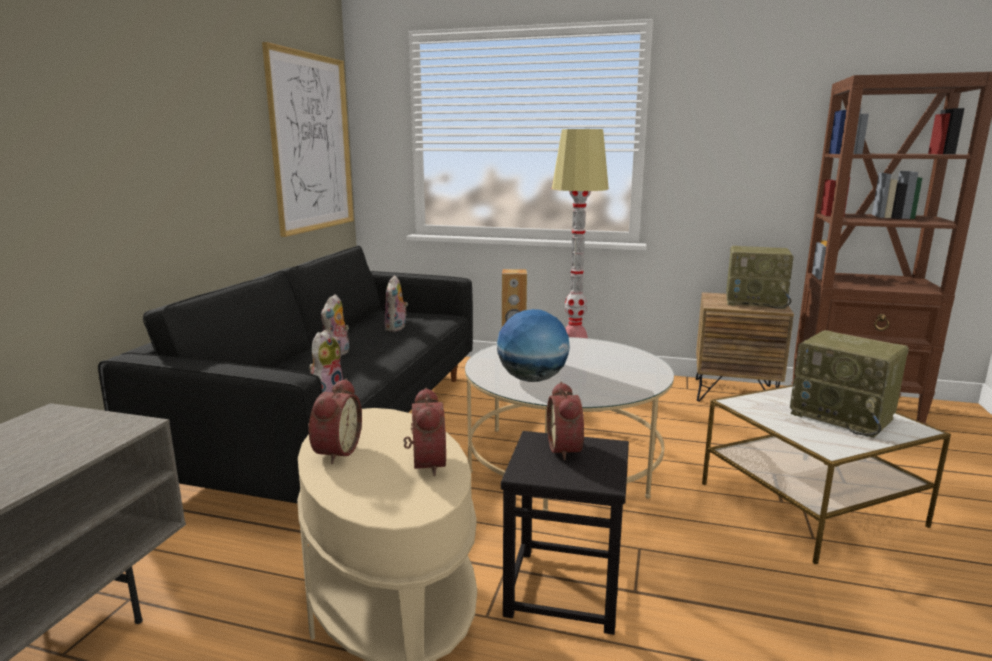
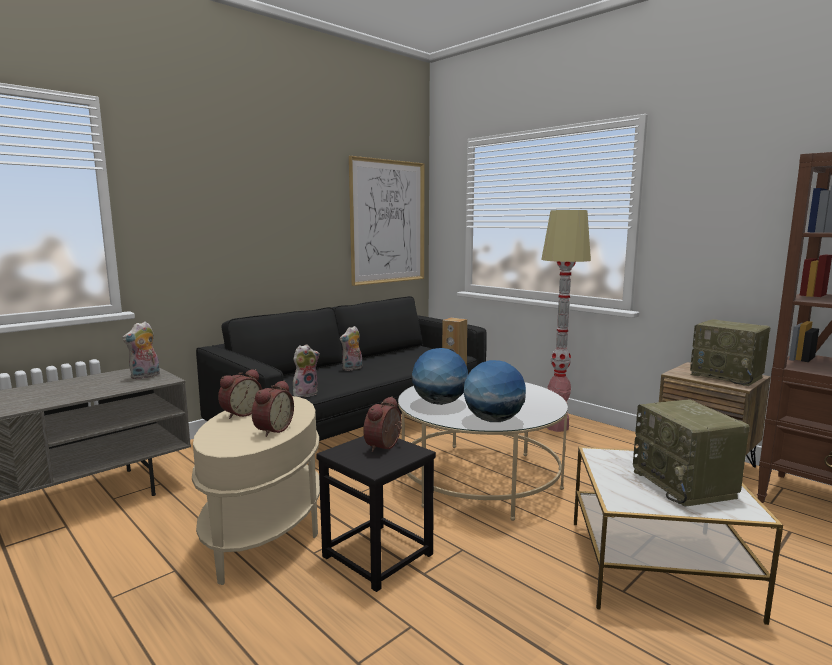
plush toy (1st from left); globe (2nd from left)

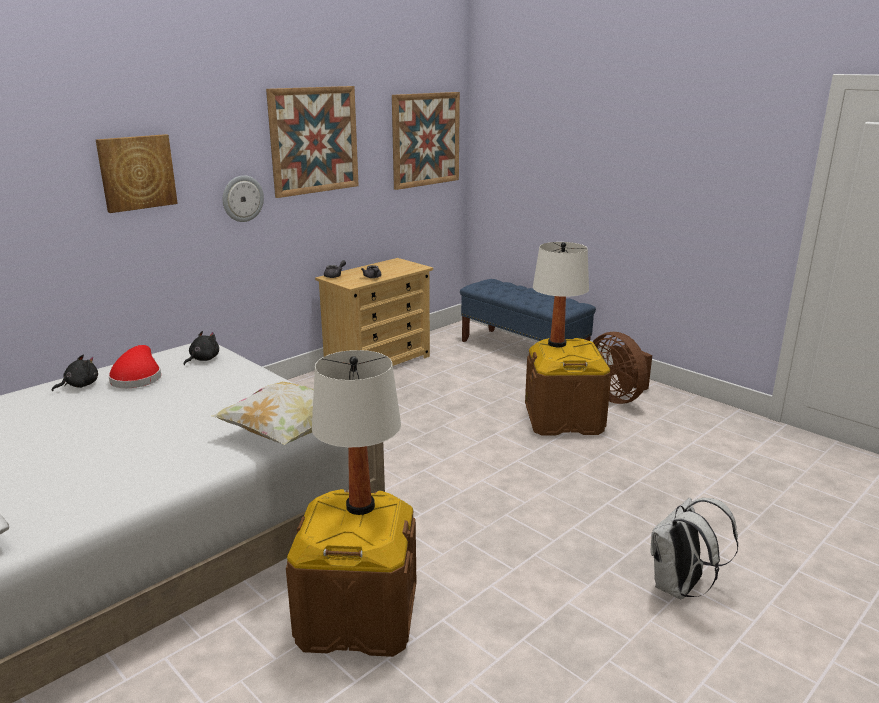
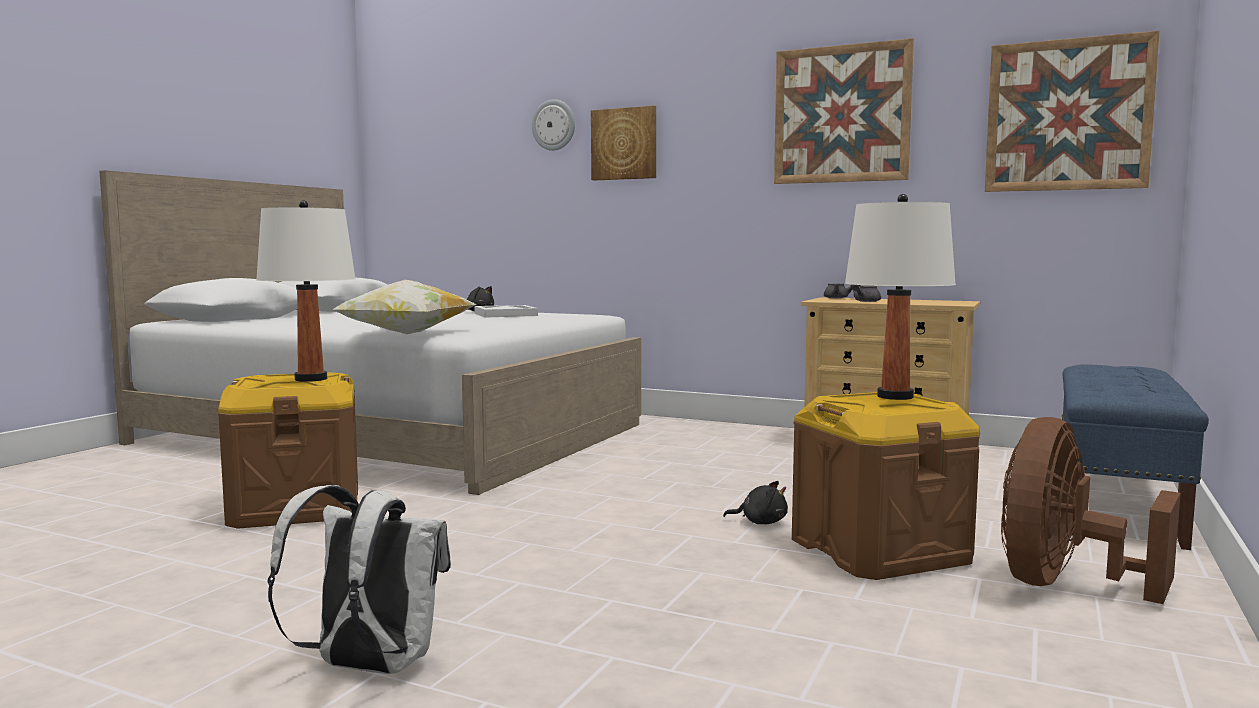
wall clock; plush toy (black) (2nd from left); tray (white)

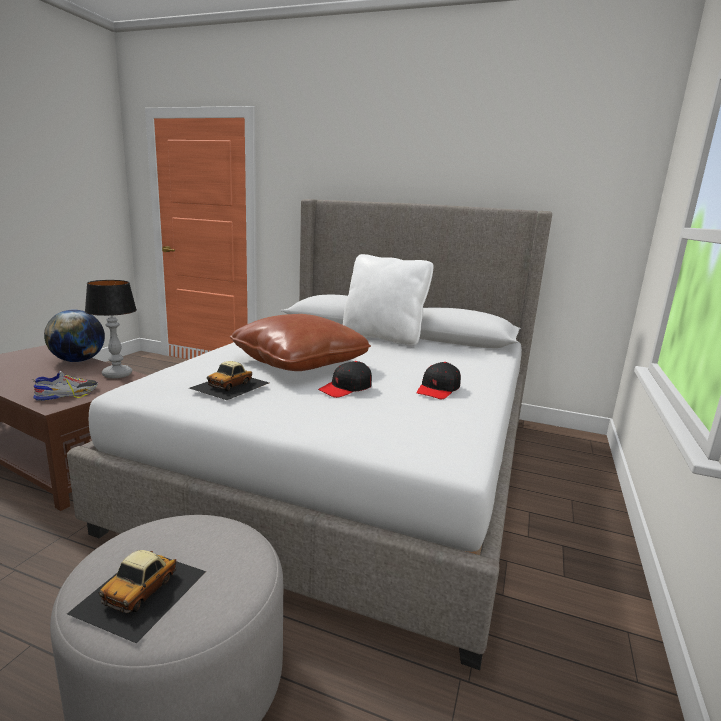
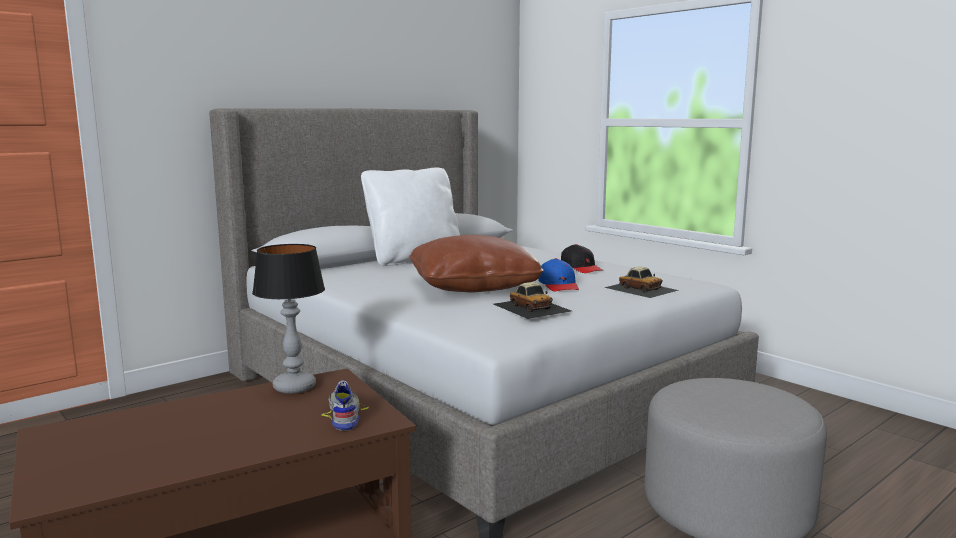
globe; cap (blue); toy car (2nd from left)

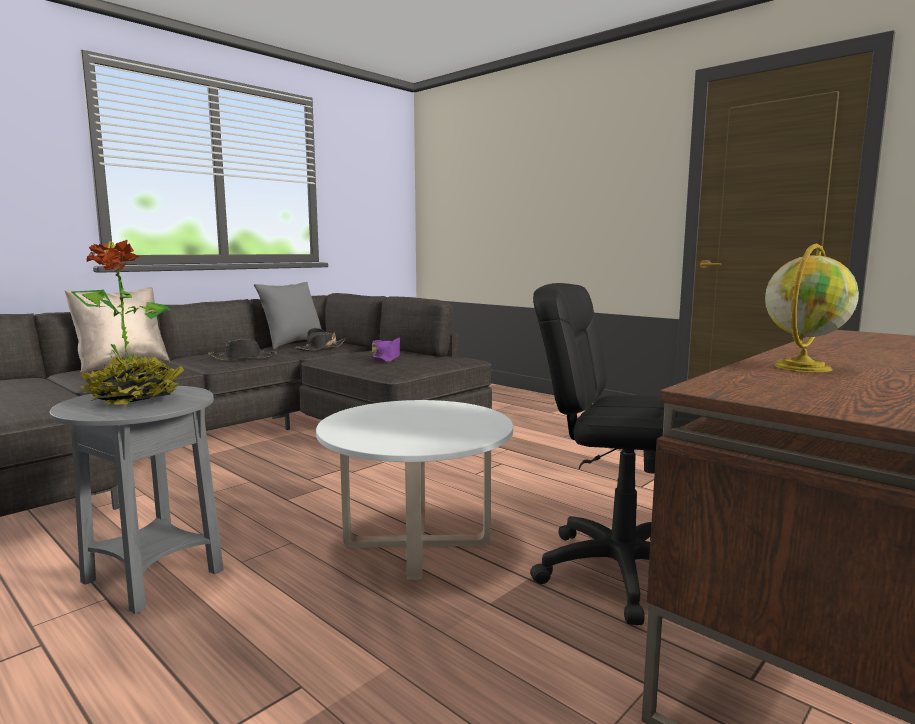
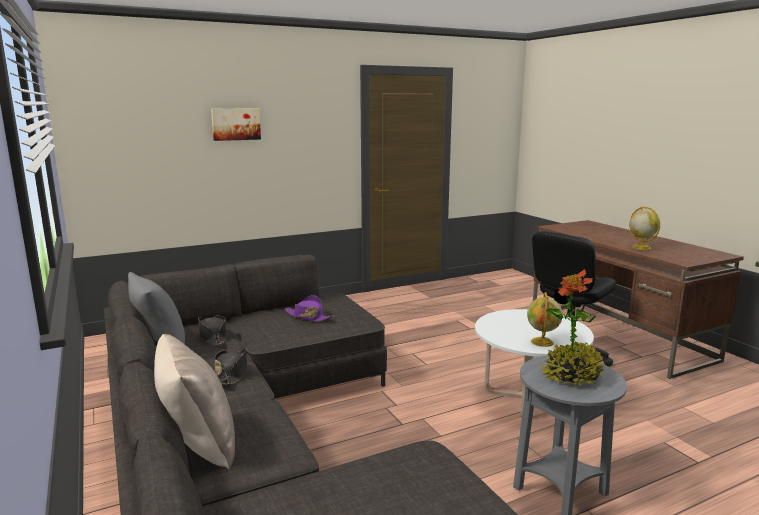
picture; globe (1st from left)

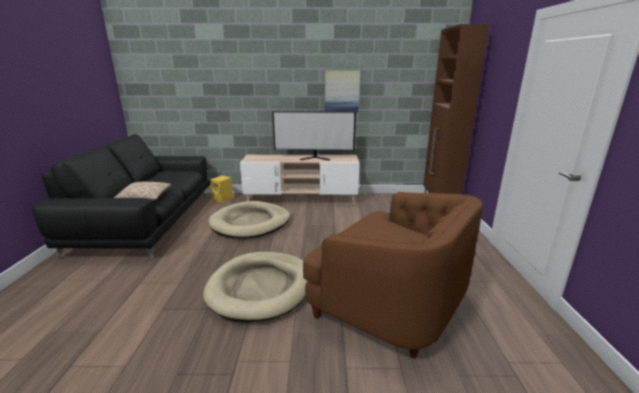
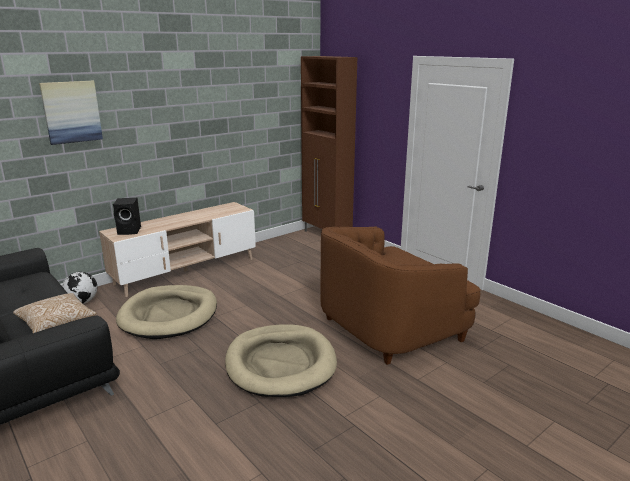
picture; television; globe; armchair (brown); speaker (black)

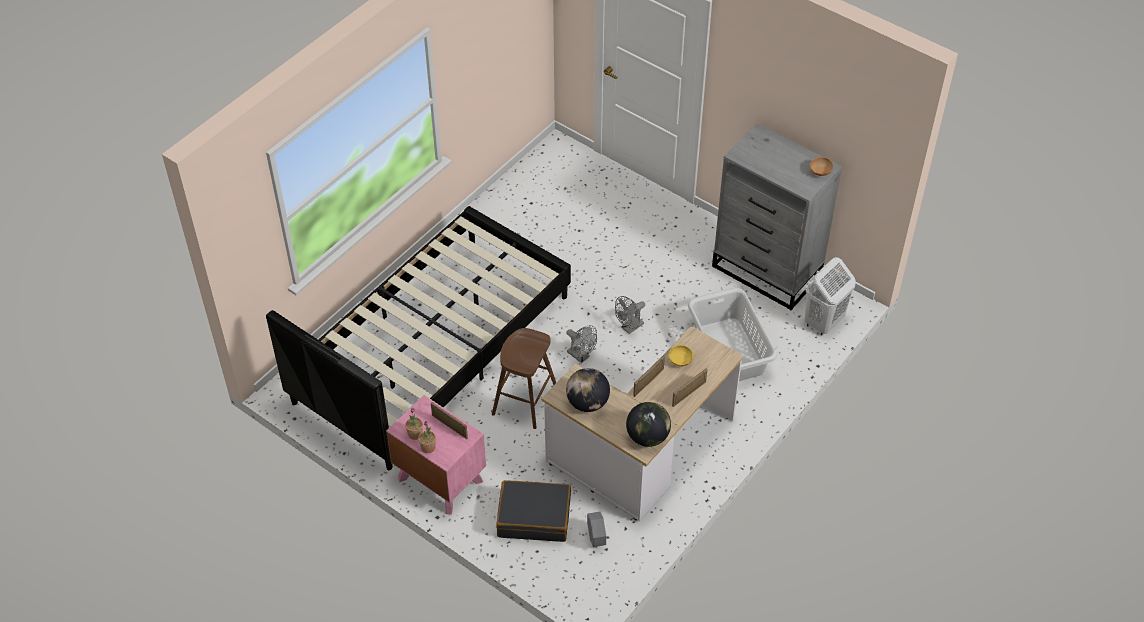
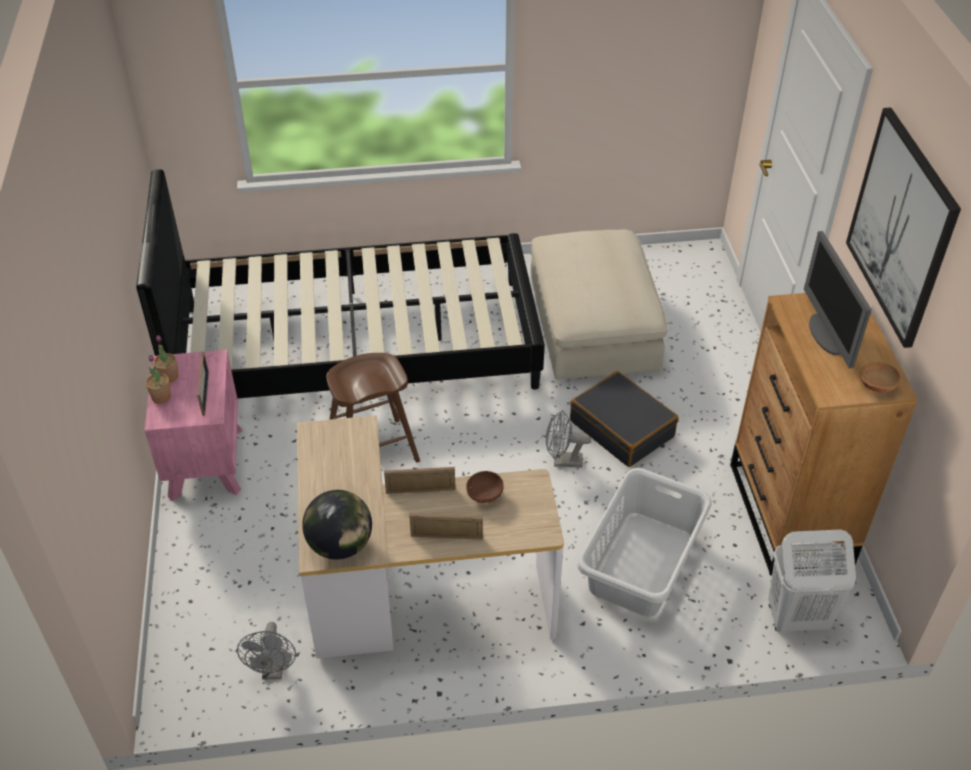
dresser (brown); fan (grey) (1st from left); bowl (brown) (1st from left); globe (1st from left in the first image); suitcase (black); planter (grey); picture; ottoman (beige); monitor

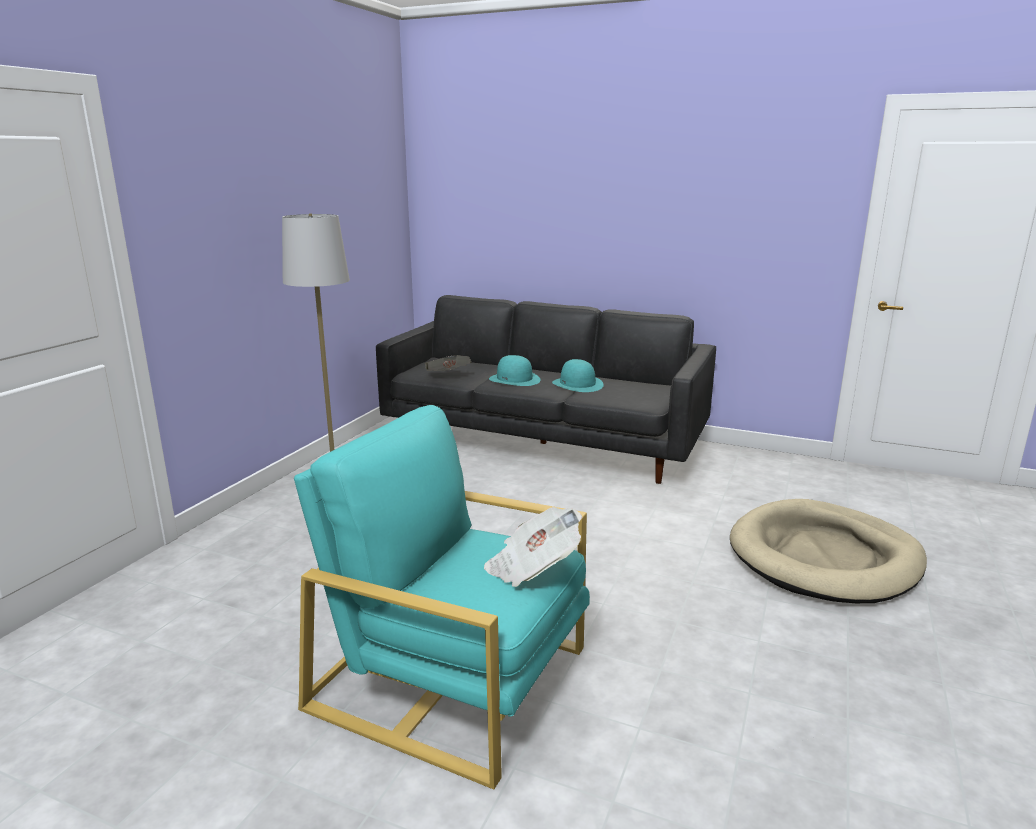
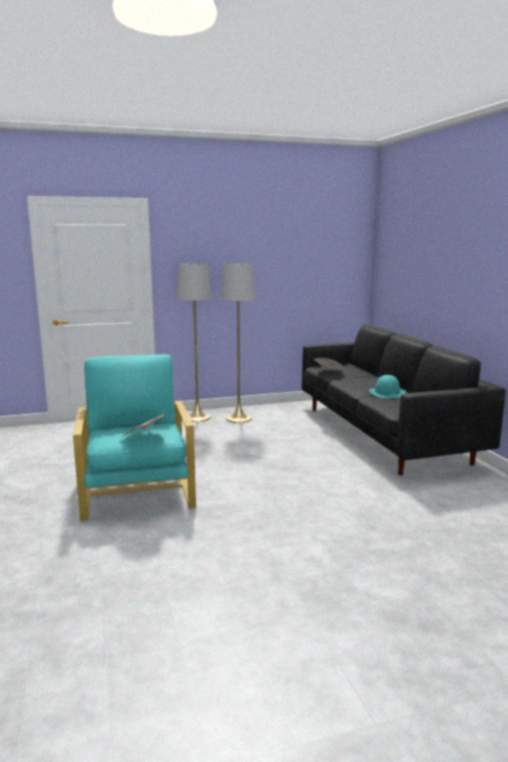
hat (turquoise) (1st from left in the first image); dog bed (beige); floor lamp (grey) (1st from left)

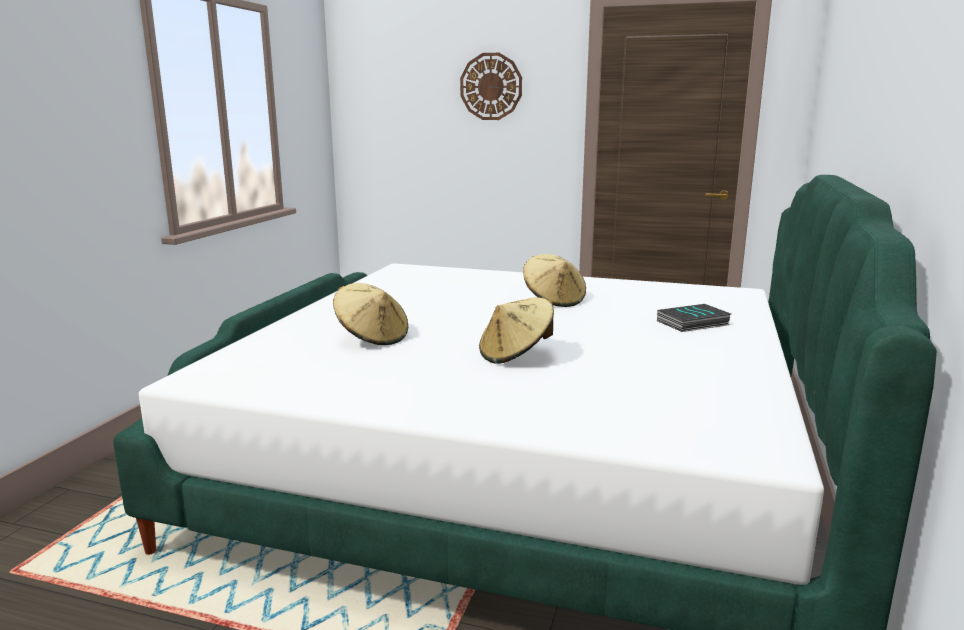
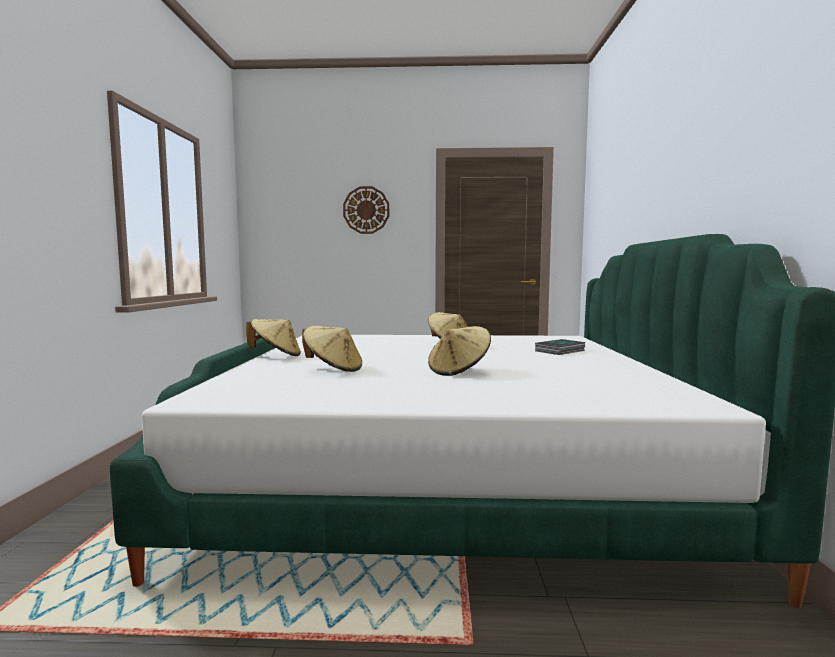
hat (beige) (1st from left)

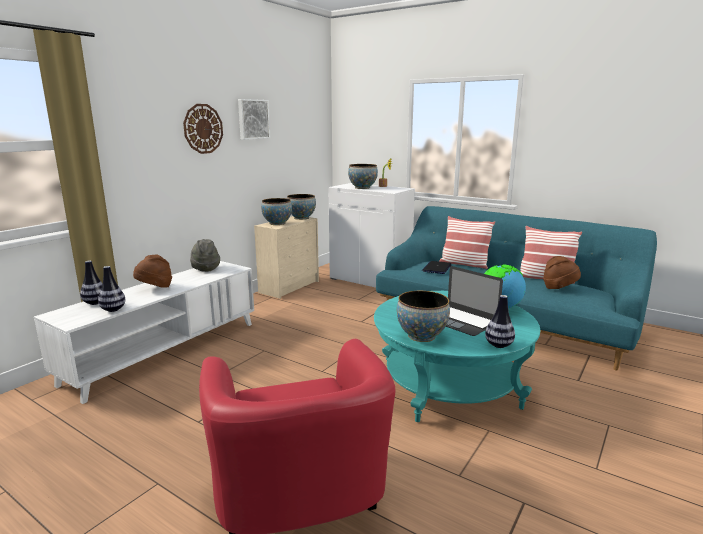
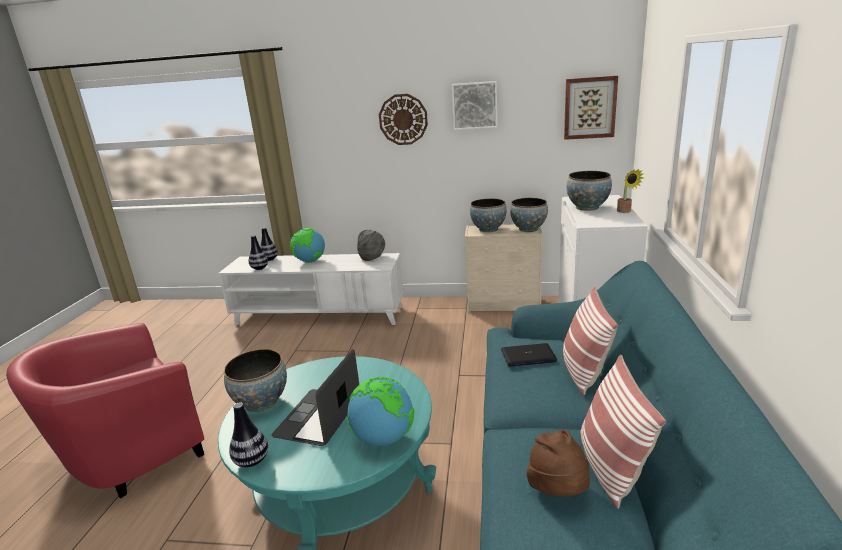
globe (1st from left); picture (2nd from left)

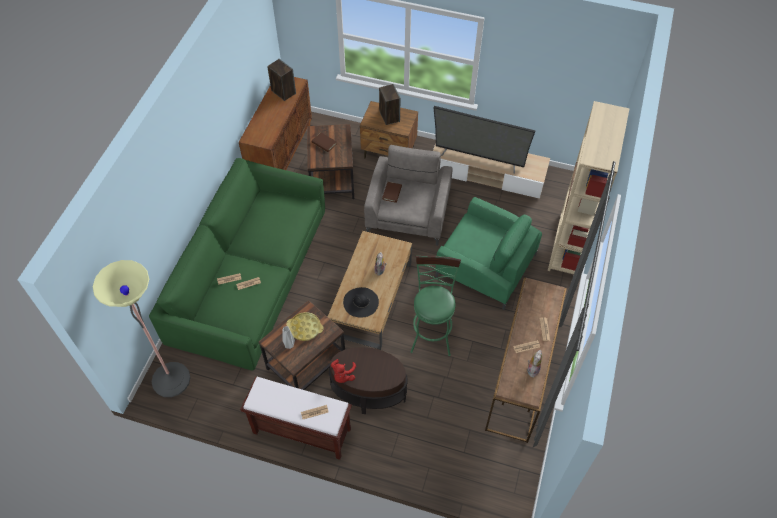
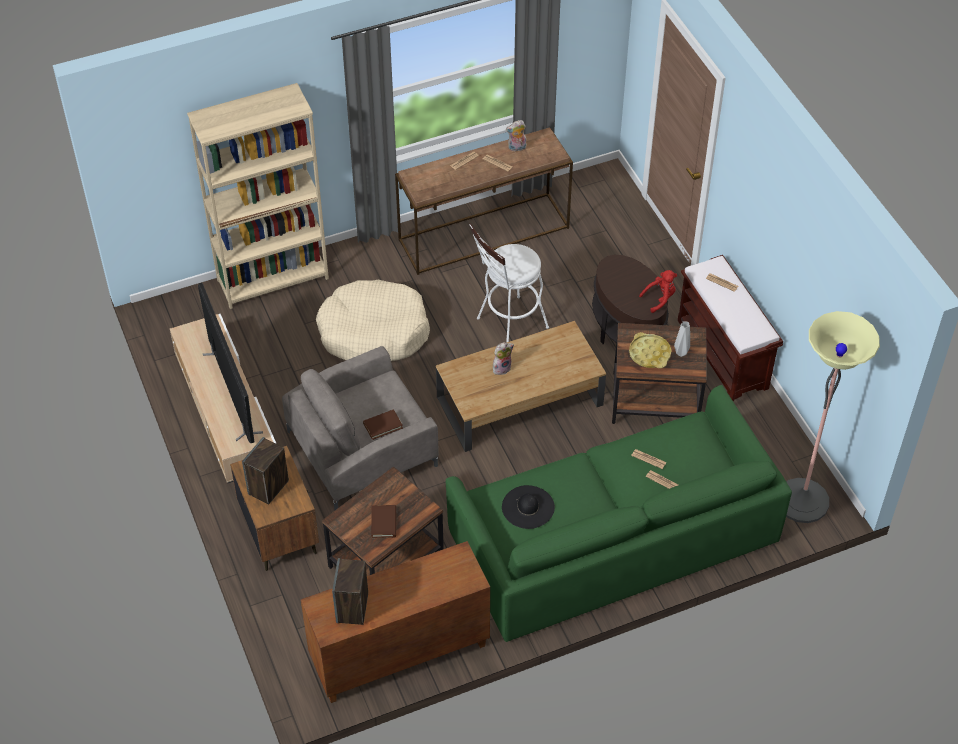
dog bed (beige); stool (white); hat (black)

